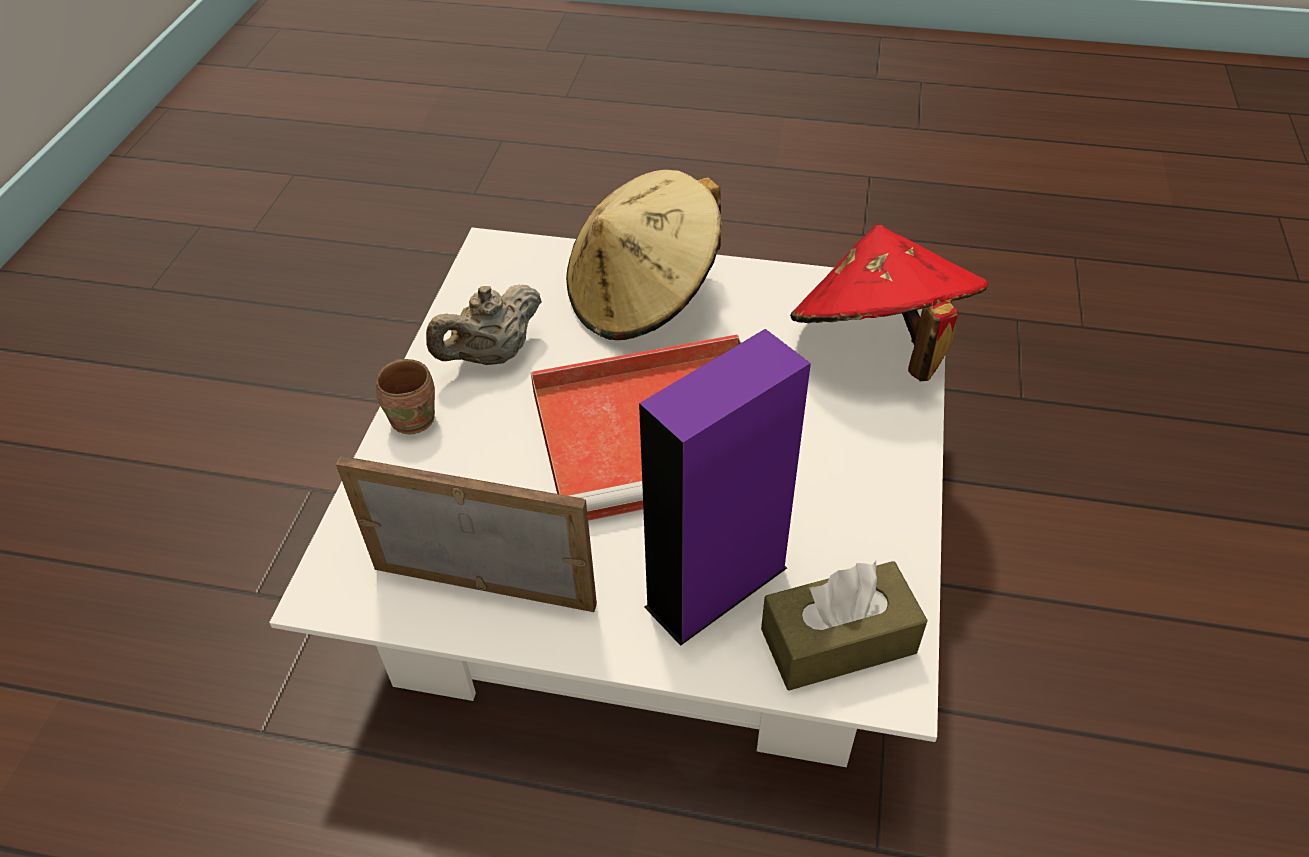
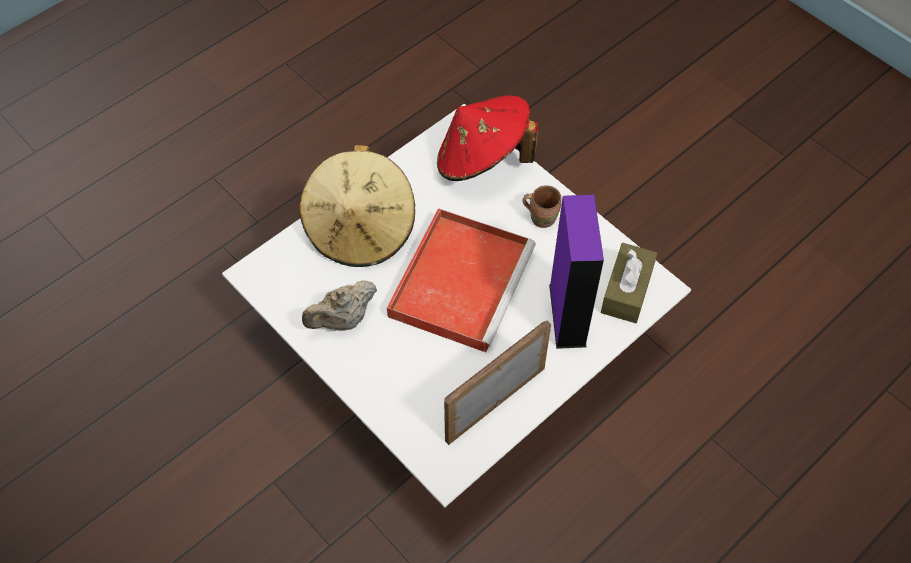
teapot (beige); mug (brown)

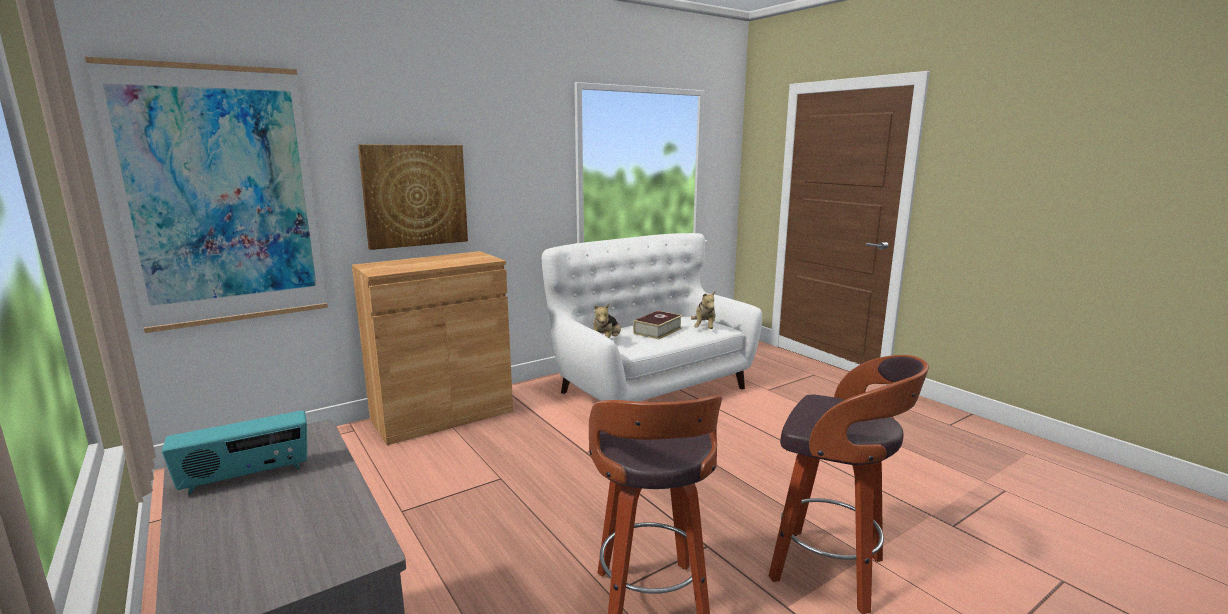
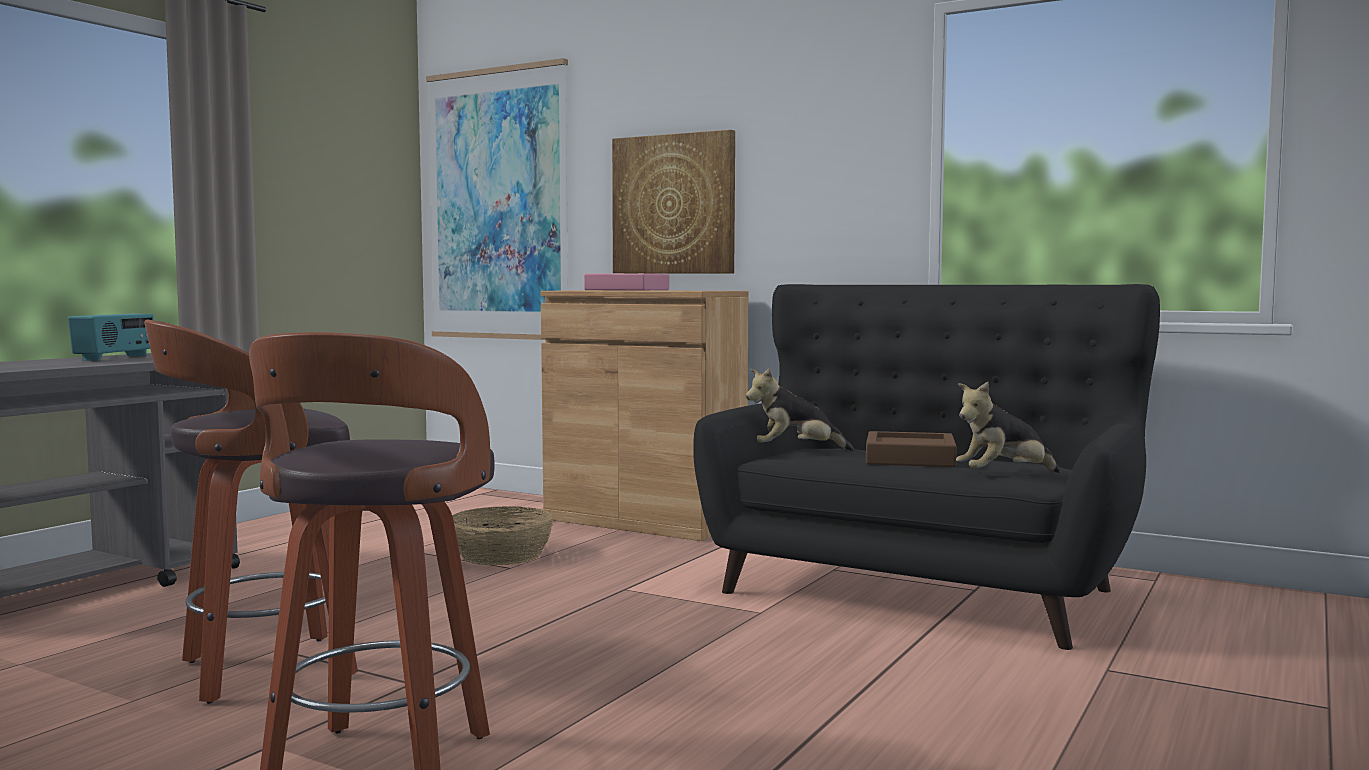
sofa (black); tray (brown); radio; tray (pink); basket

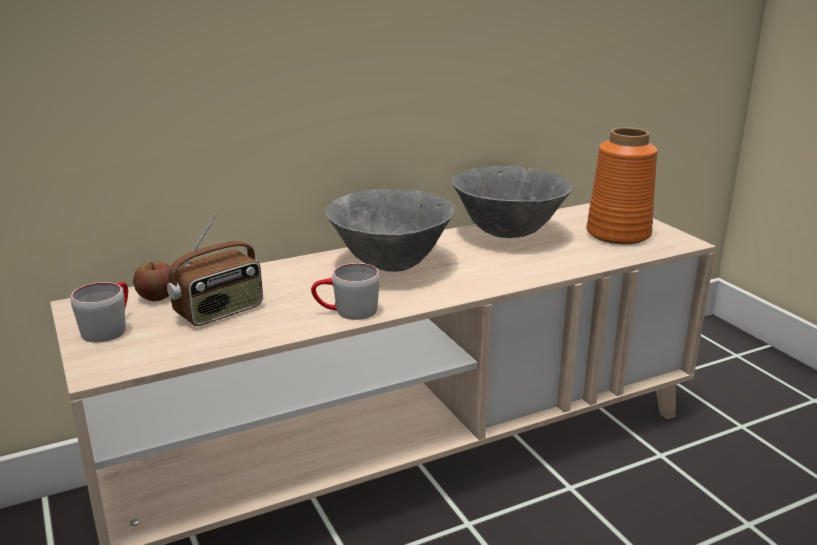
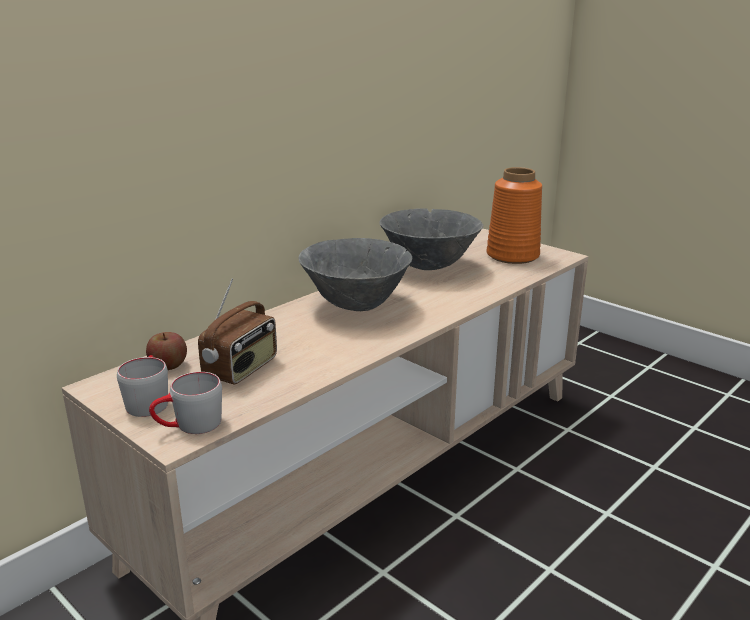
mug (grey) (2nd from left)

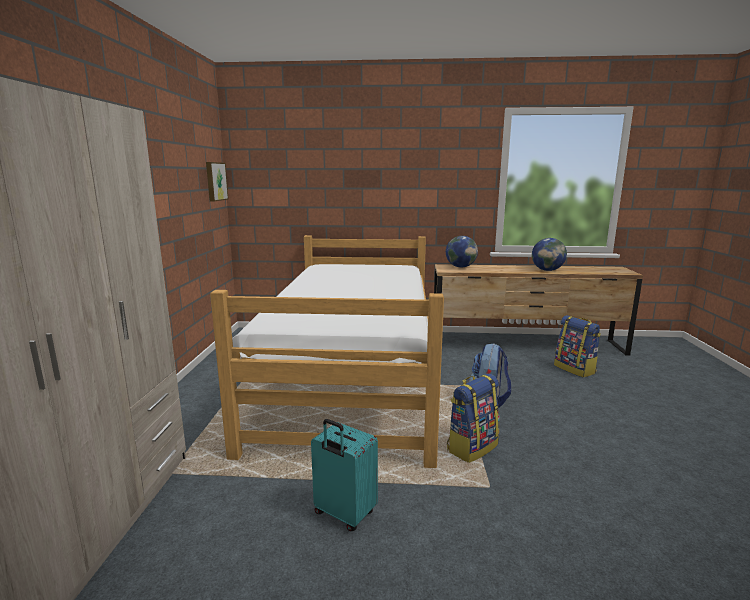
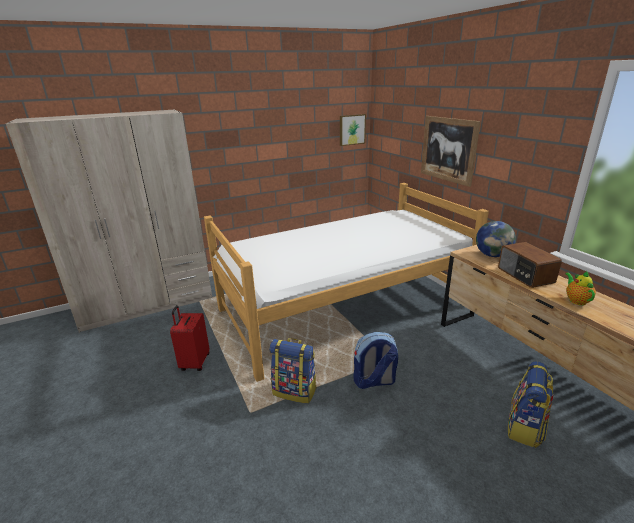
teapot; suitcase (red); picture (2nd from left); radio

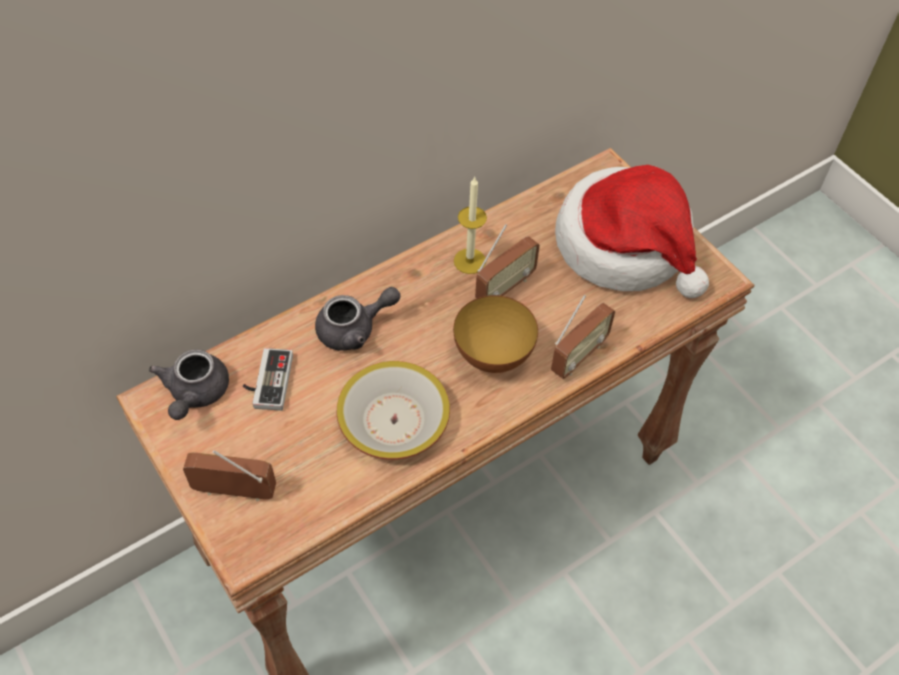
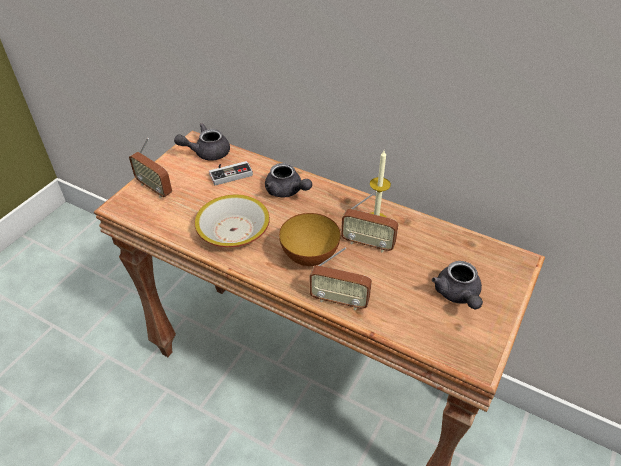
teapot (grey) (3rd from left); radio (1st from left)

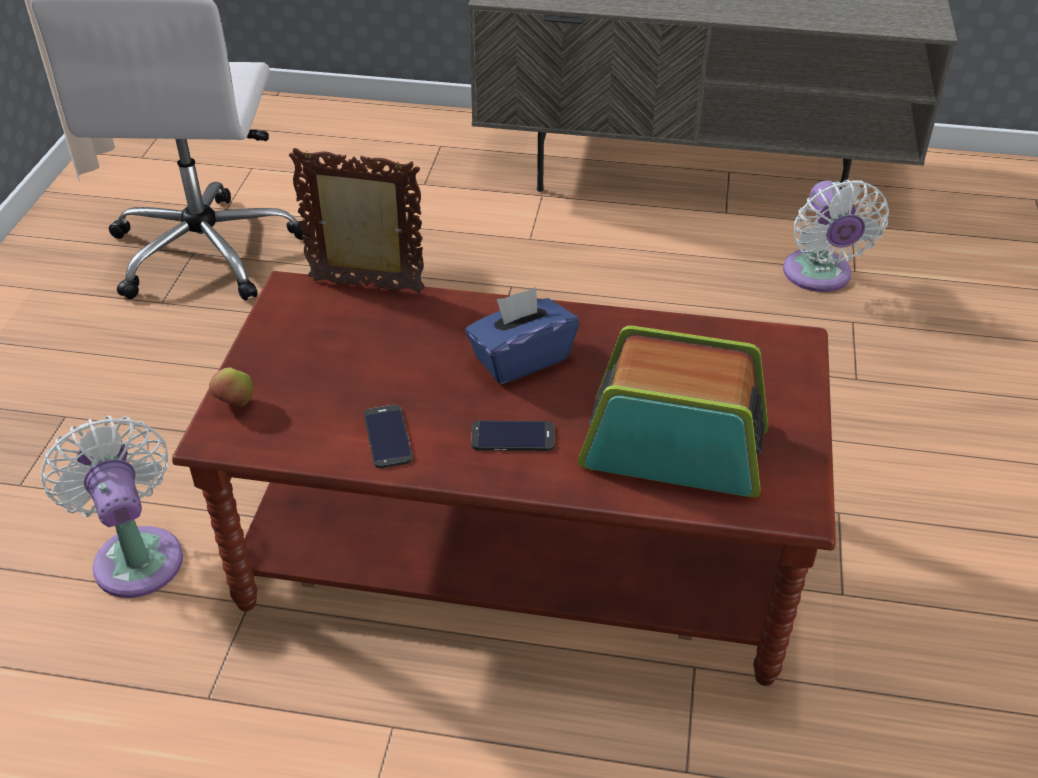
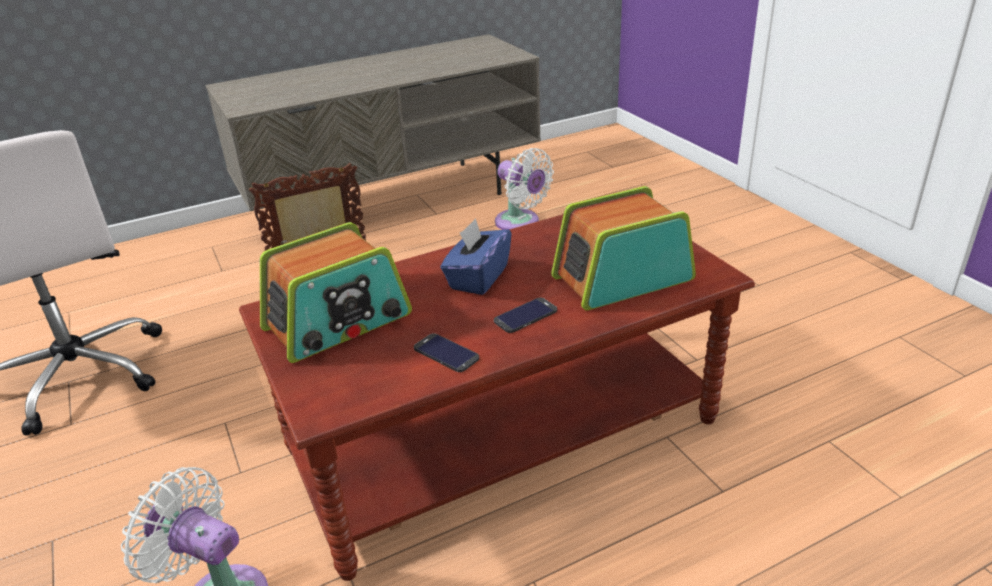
apple; radio (1st from left)

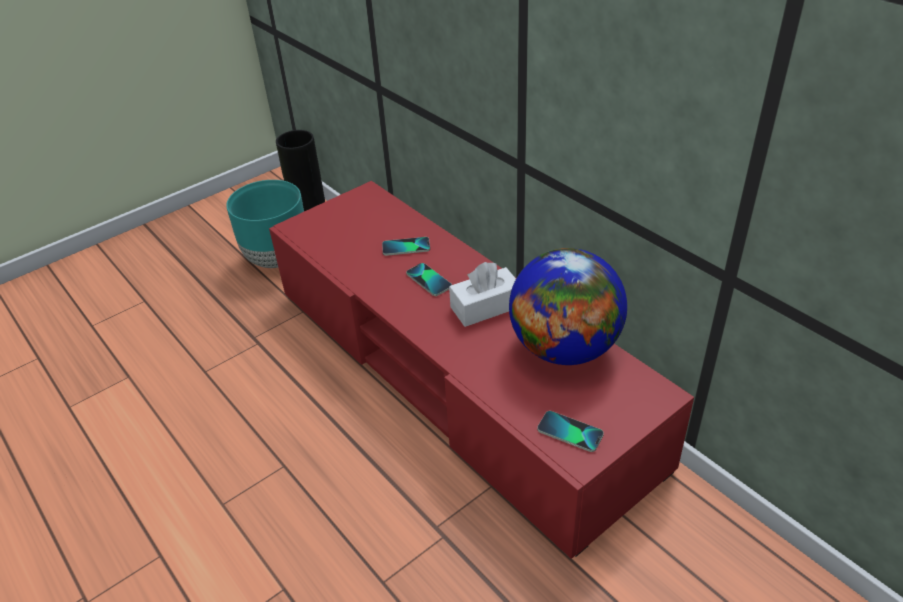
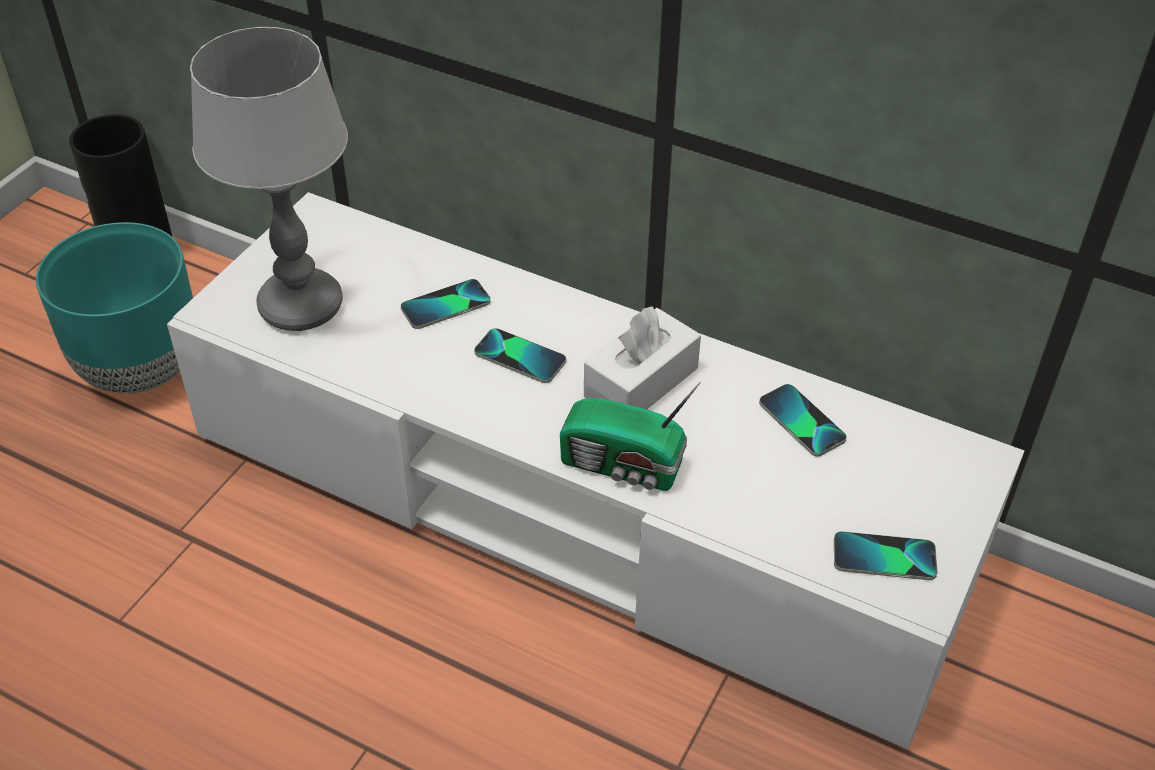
tv stand (white); phone (3rd from left); table lamp; radio

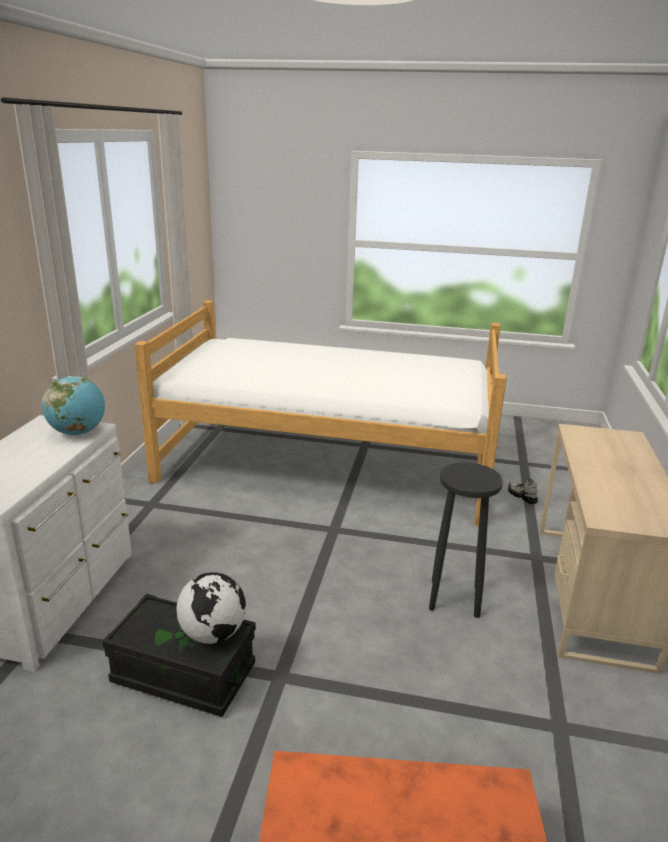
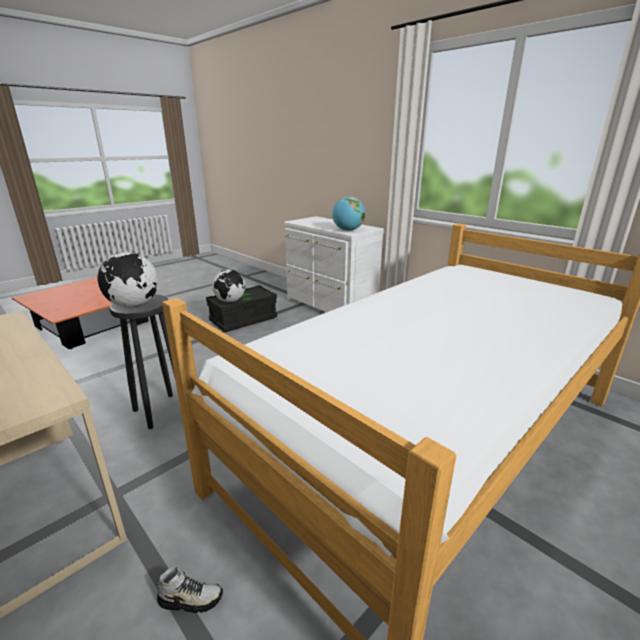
globe (1st from left)

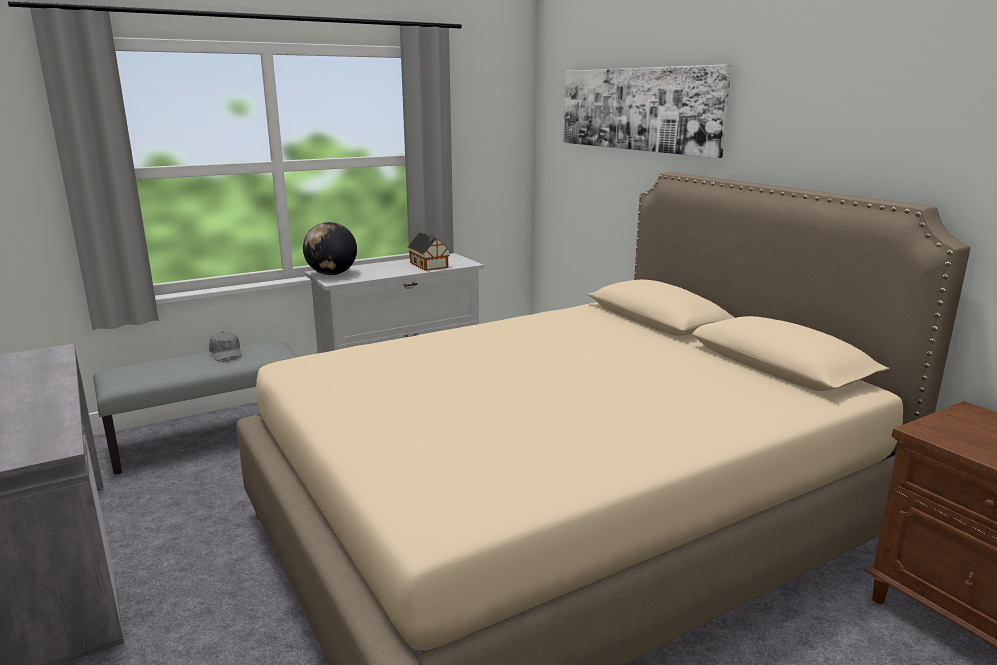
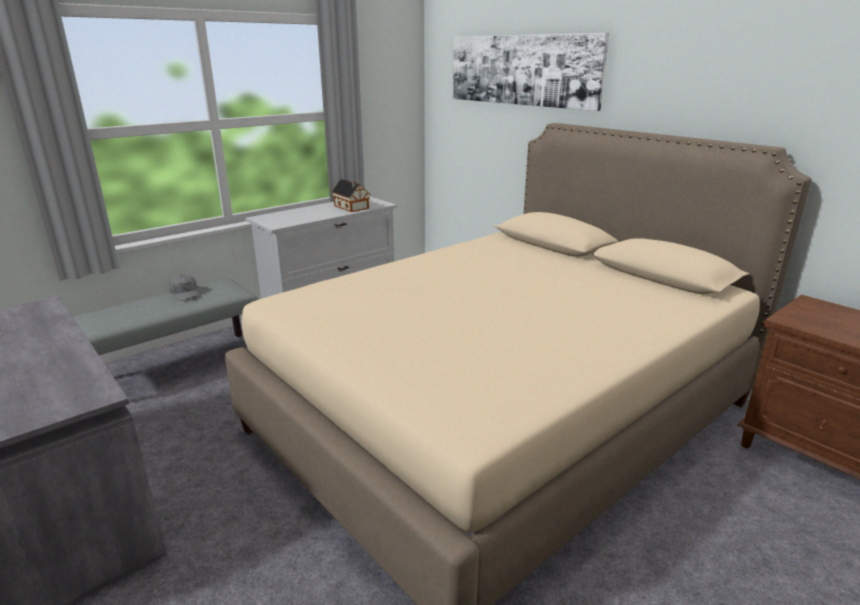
globe

